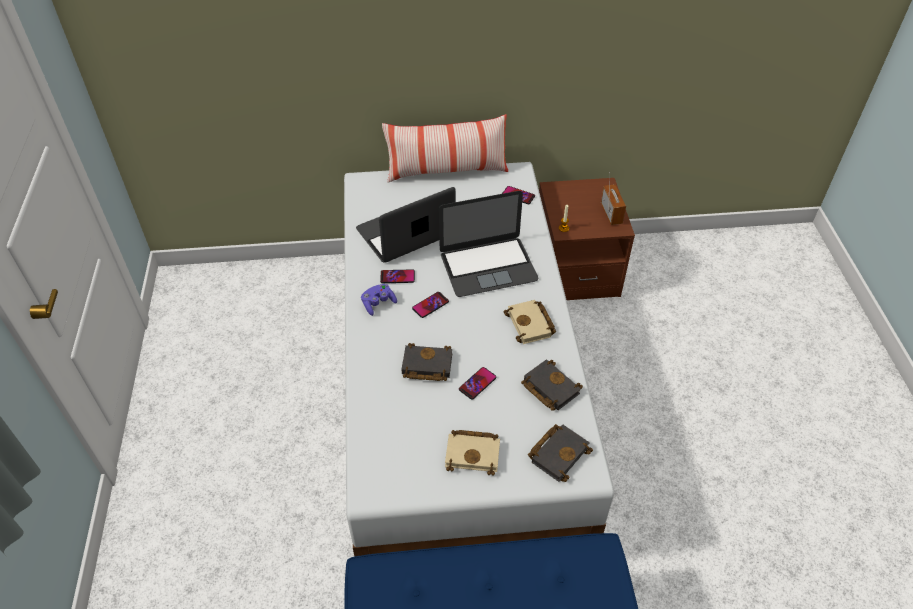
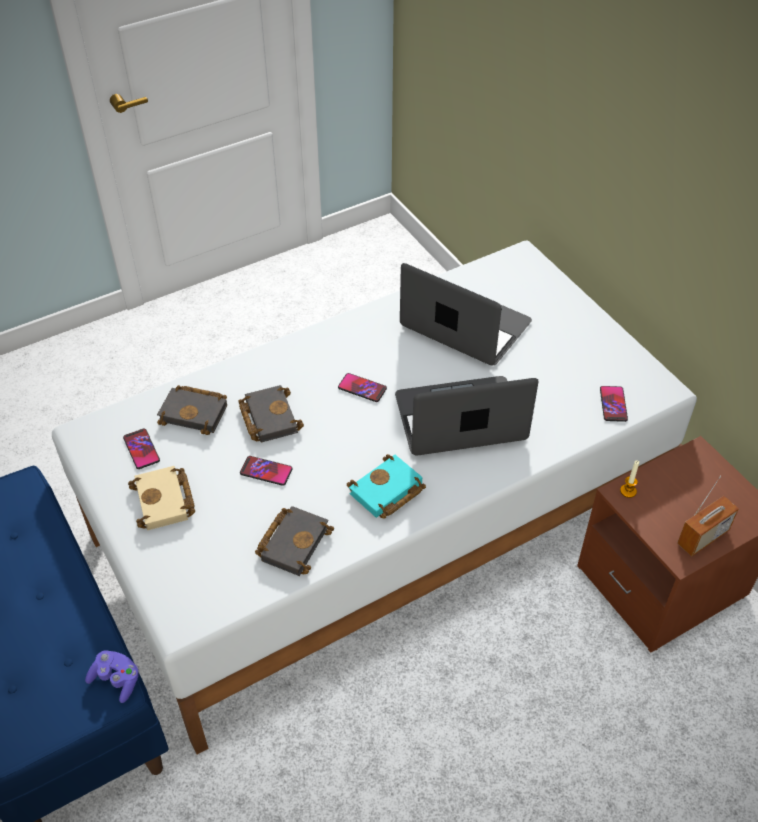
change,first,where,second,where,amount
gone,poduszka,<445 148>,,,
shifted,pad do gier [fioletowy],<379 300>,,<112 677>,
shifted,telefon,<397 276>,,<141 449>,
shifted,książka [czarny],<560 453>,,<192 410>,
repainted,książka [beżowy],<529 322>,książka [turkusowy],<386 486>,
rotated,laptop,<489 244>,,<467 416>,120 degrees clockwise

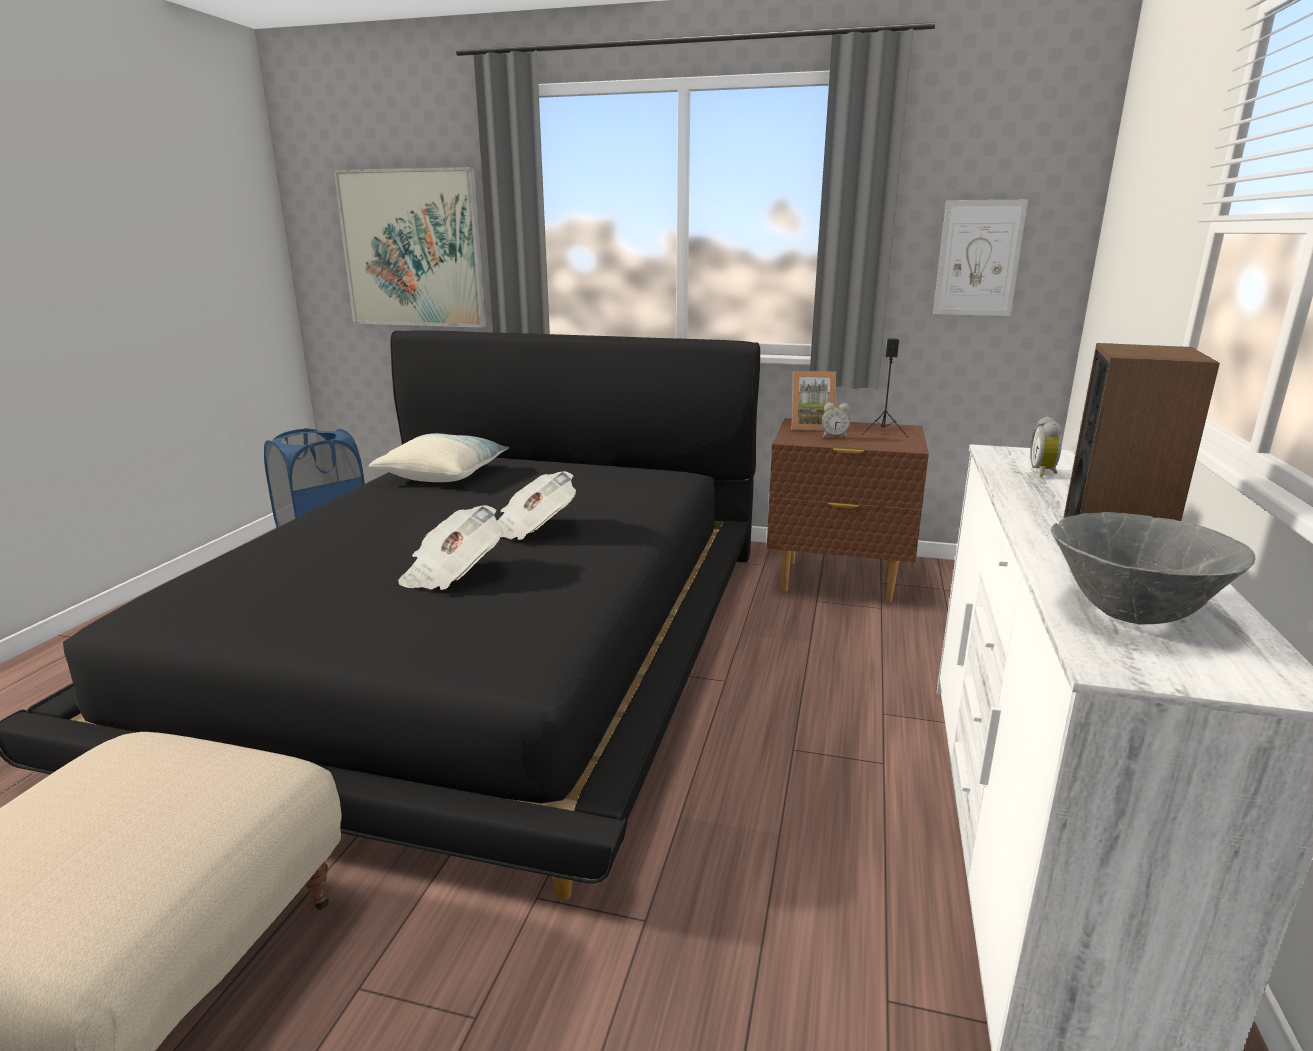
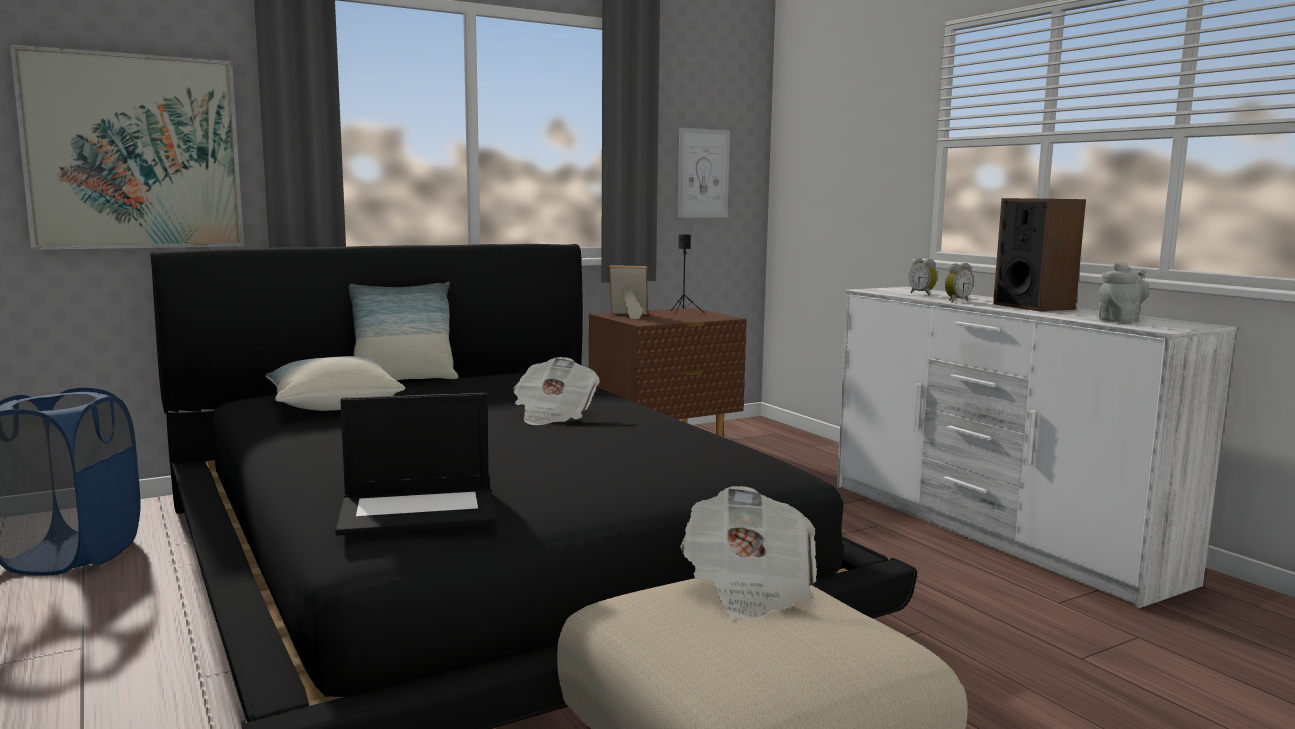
change,first,where,second,where,amount
new,,,laptop,<416 464>,
new,,,poduszka,<403 331>,
shifted,gazeta,<450 547>,,<749 552>,
shifted,budzik,<836 421>,,<959 283>,
swapped,miska [szary],<1153 568>,imbryk [szary],<1123 291>,
rotated,ramka na zdjęcie,<814 401>,,<628 292>,135 degrees counterclockwise

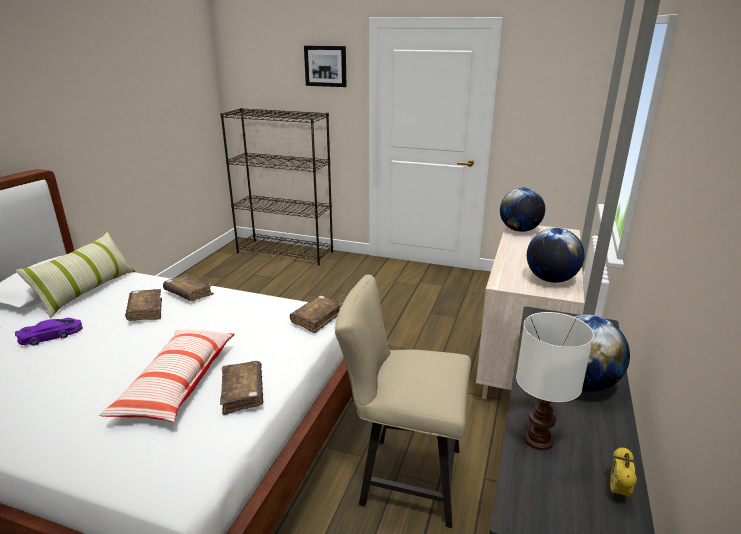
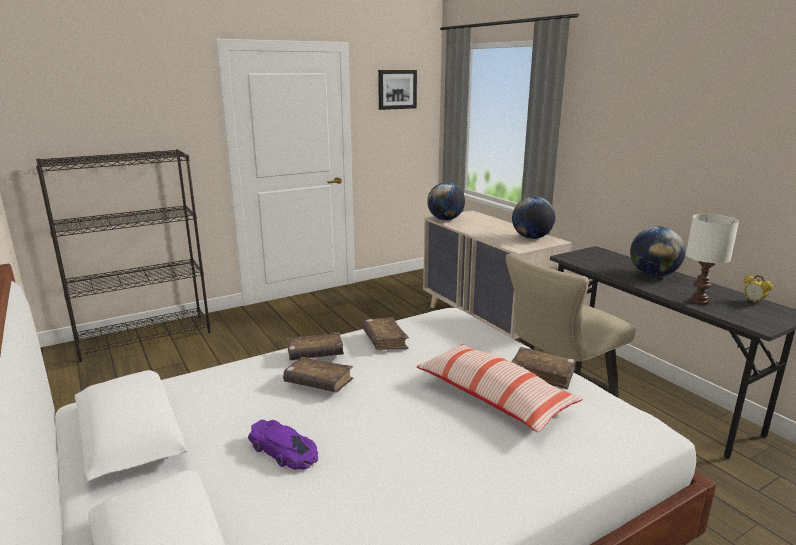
change,first,where,second,where,amount
gone,poduszka,<75 274>,,,
shifted,książka [brązowy],<316 314>,,<385 333>,
shifted,obraz,<325 66>,,<397 90>,
rotated,samochodzik [fioletowy],<49 332>,,<283 445>,120 degrees clockwise

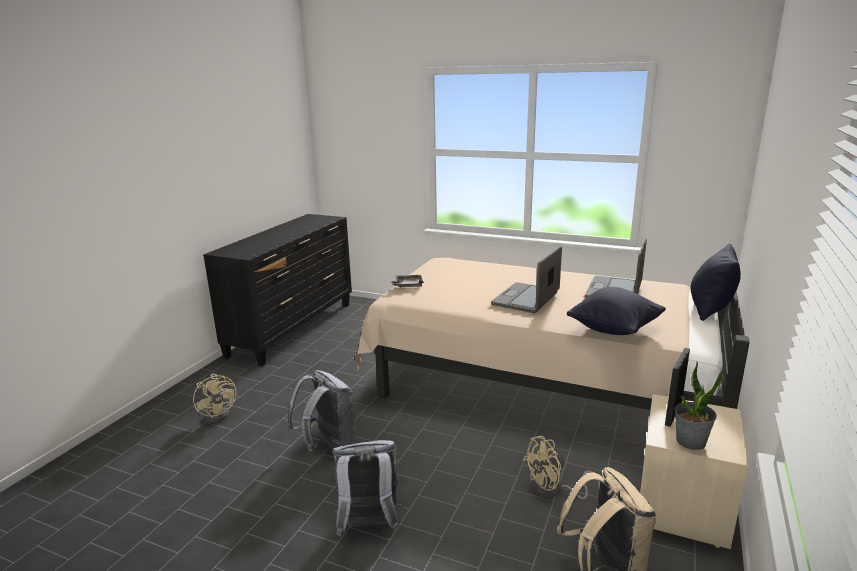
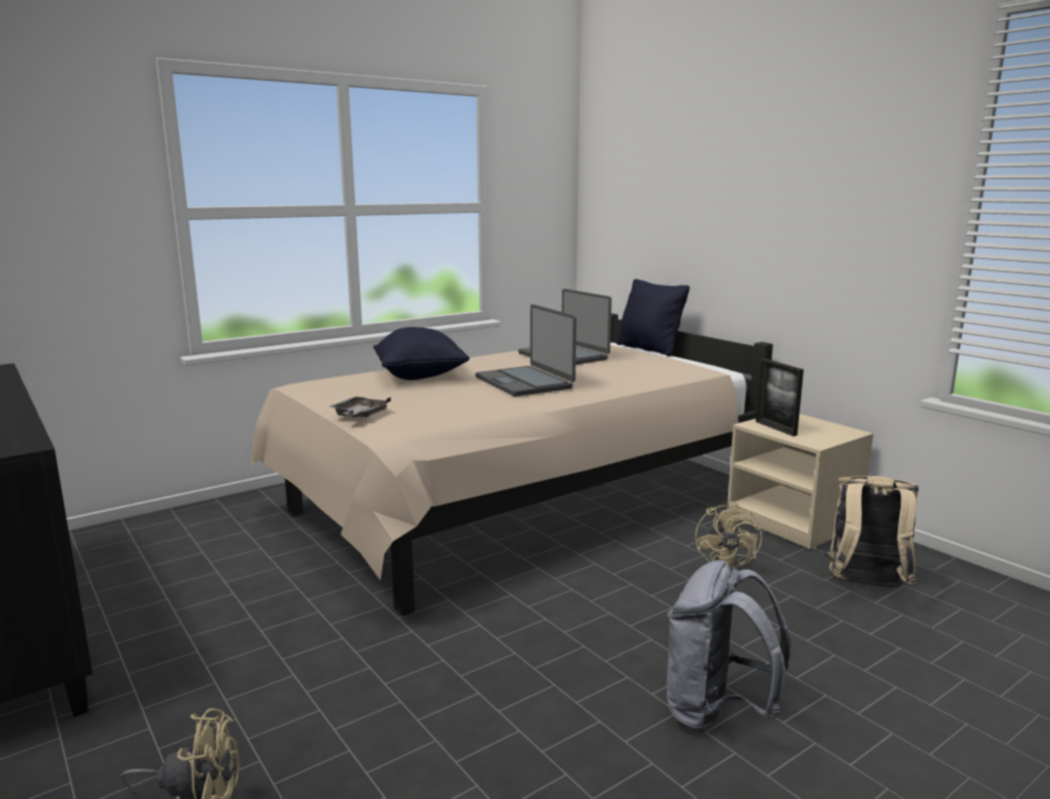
change,first,where,second,where,amount
gone,plecak [szary],<321 410>,,,
gone,roślina doniczkowa,<699 406>,,,
shifted,poduszka [czarny],<616 311>,,<421 353>,

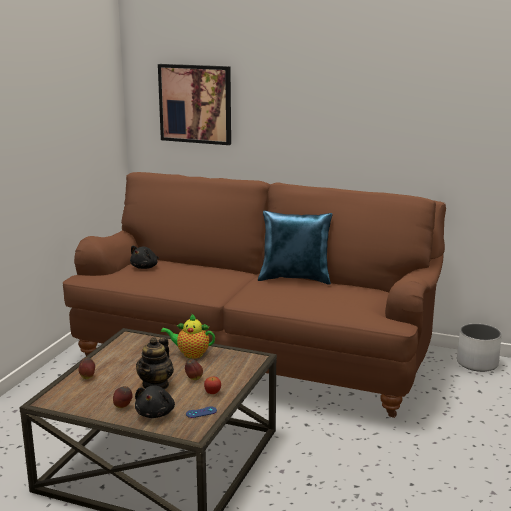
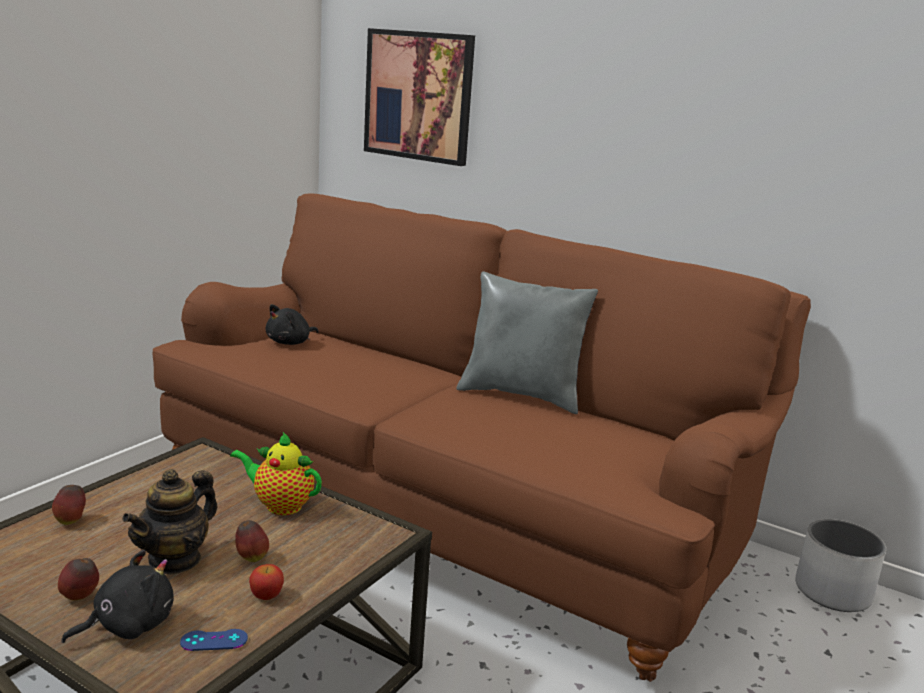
change,first,where,second,where,amount
repainted,poduszka [niebieski],<295 247>,poduszka [szary],<527 343>,
rotated,pluszak [czarny],<155 401>,,<117 596>,150 degrees counterclockwise

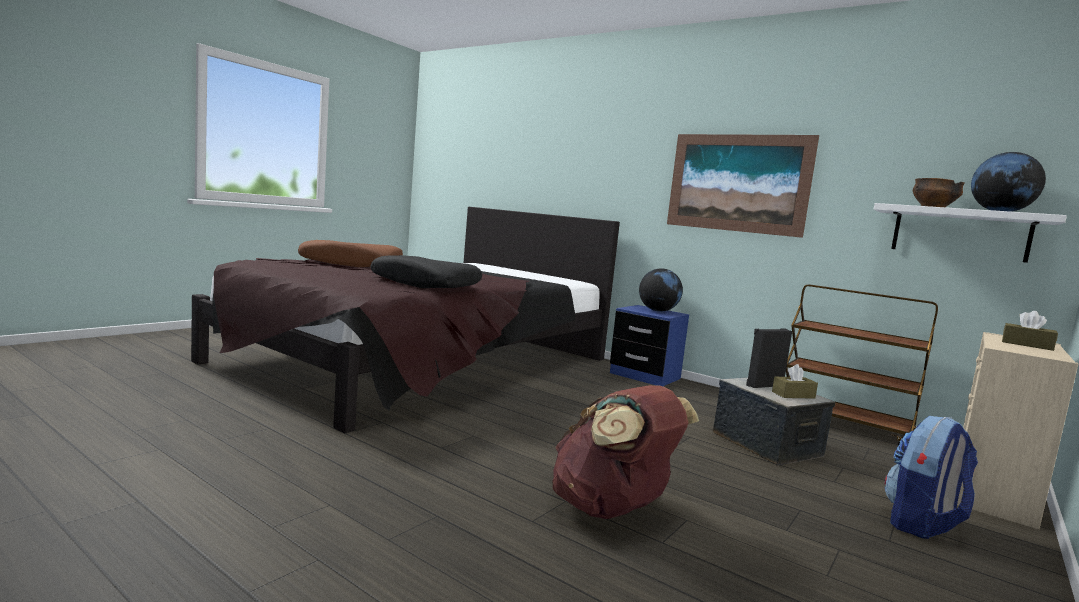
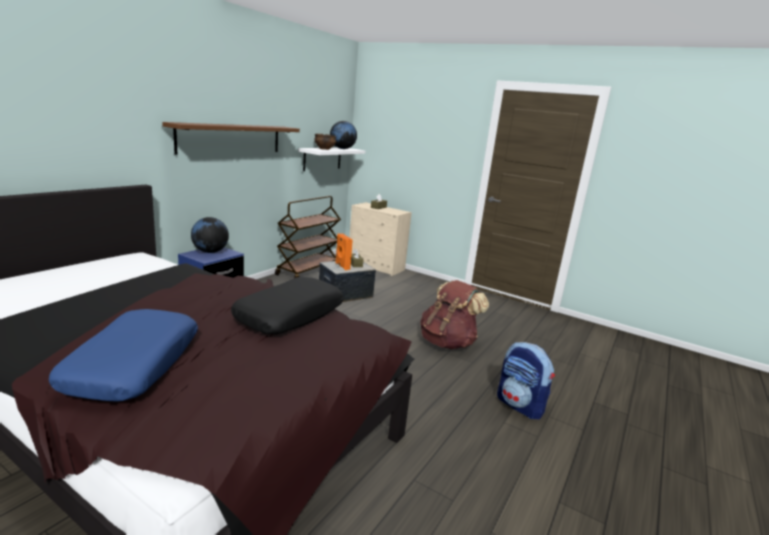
change,first,where,second,where,amount
shifted,plecak,<931 477>,,<526 380>,
swapped,obraz,<743 186>,półka [brązowy],<231 138>,
repainted,poduszka [brązowy],<350 253>,poduszka [niebieski],<123 355>,
repainted,głośnik [czarny],<769 358>,głośnik [pomarańczowy],<344 251>,

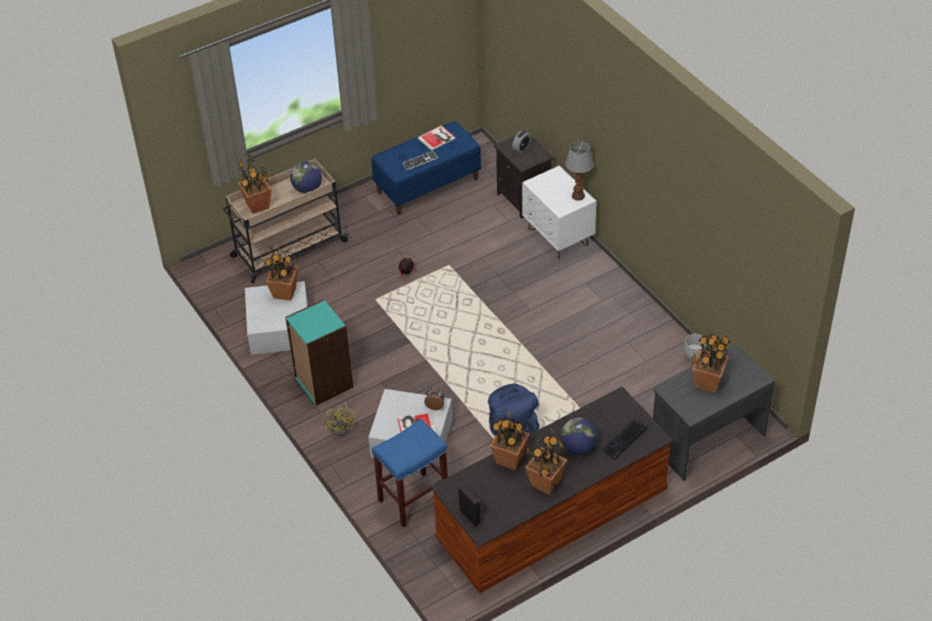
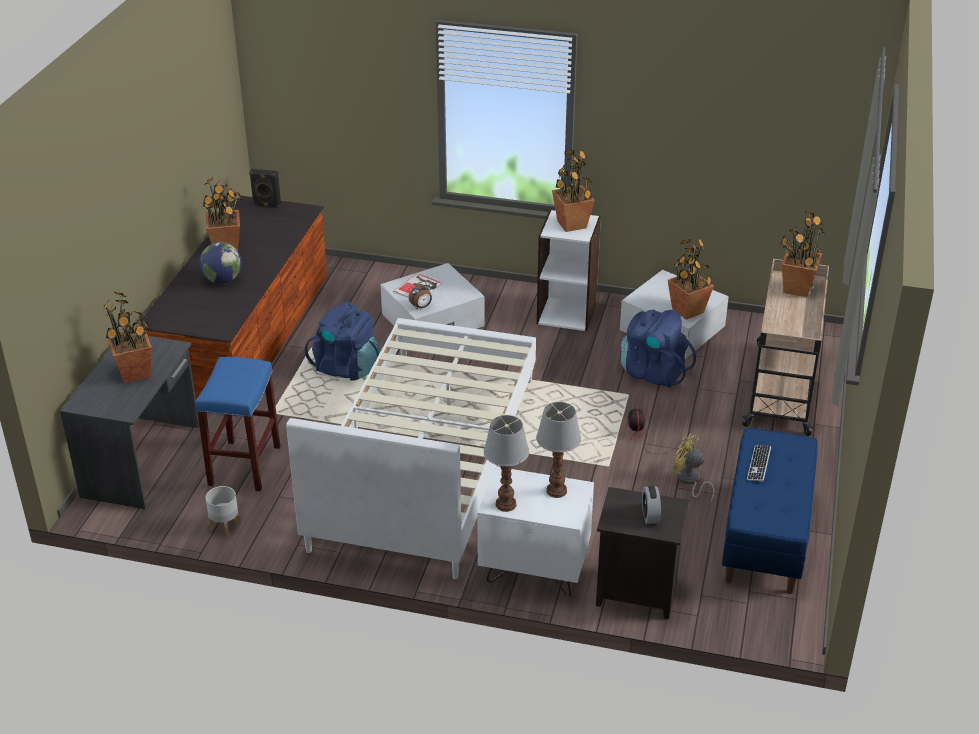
change,first,where,second,where,amount
gone,globus,<306 177>,,,
gone,książka,<436 138>,,,
gone,klawiatura,<624 439>,,,
new,,,łóżko [biały],<411 448>,
new,,,lampa stołowa,<558 450>,
new,,,plecak [niebieski],<658 348>,
shifted,wentylator [żółty],<339 418>,,<694 468>,
shifted,stołek [niebieski],<410 473>,,<237 424>,
shifted,roślina doniczkowa,<510 439>,,<573 191>,
repainted,regał [turkusowy],<319 352>,regał [biały],<569 270>,

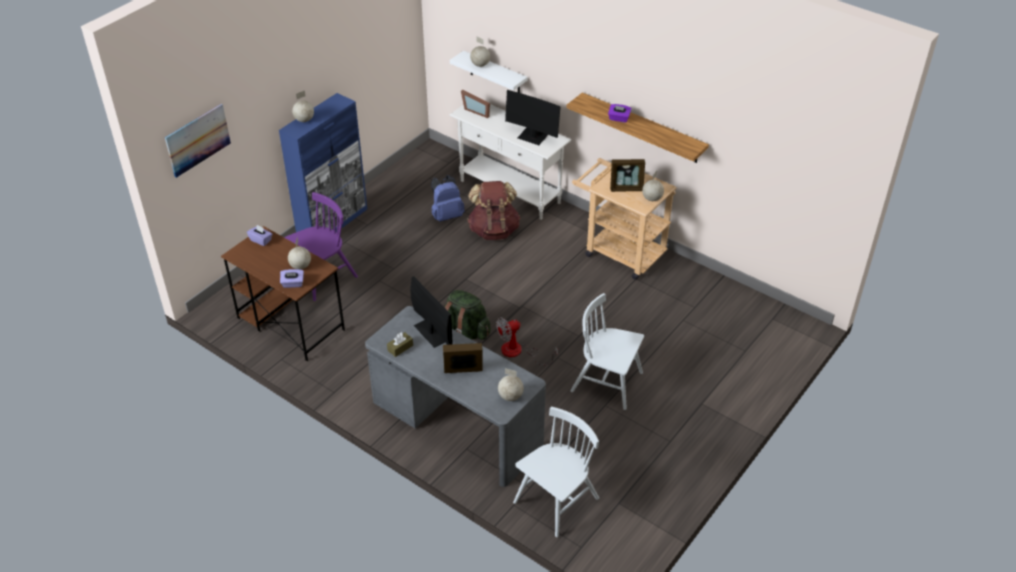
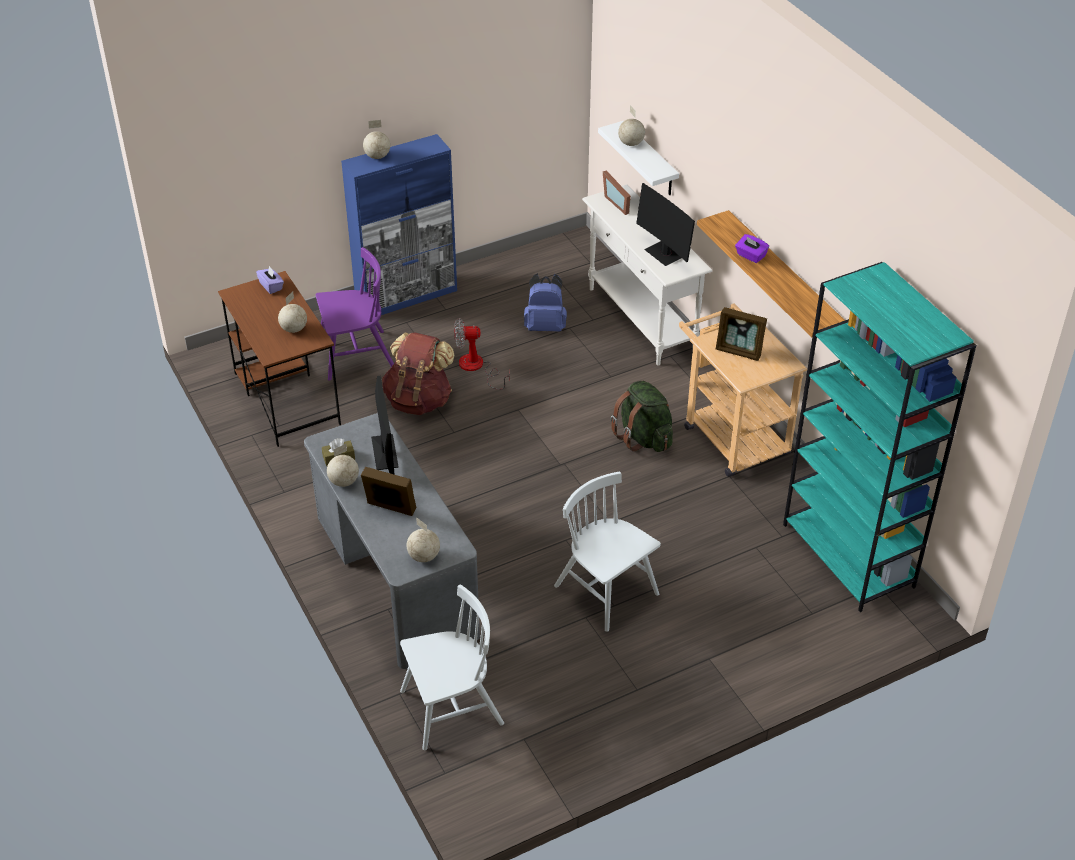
change,first,where,second,where,amount
gone,obraz,<198 141>,,,
gone,pudełko chusteczek [fioletowy],<292 278>,,,
new,,,regał [turkusowy],<879 437>,
shifted,plecak [zielony],<467 315>,,<642 416>,
shifted,plecak [brązowy],<494 210>,,<418 373>,
shifted,wentylator,<527 341>,,<482 354>,
shifted,globus,<653 186>,,<343 465>,

